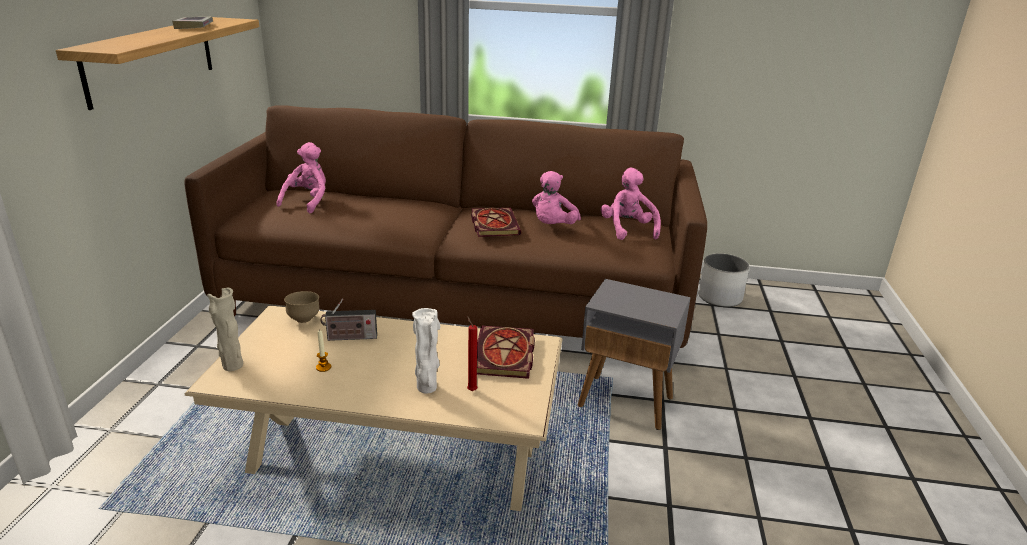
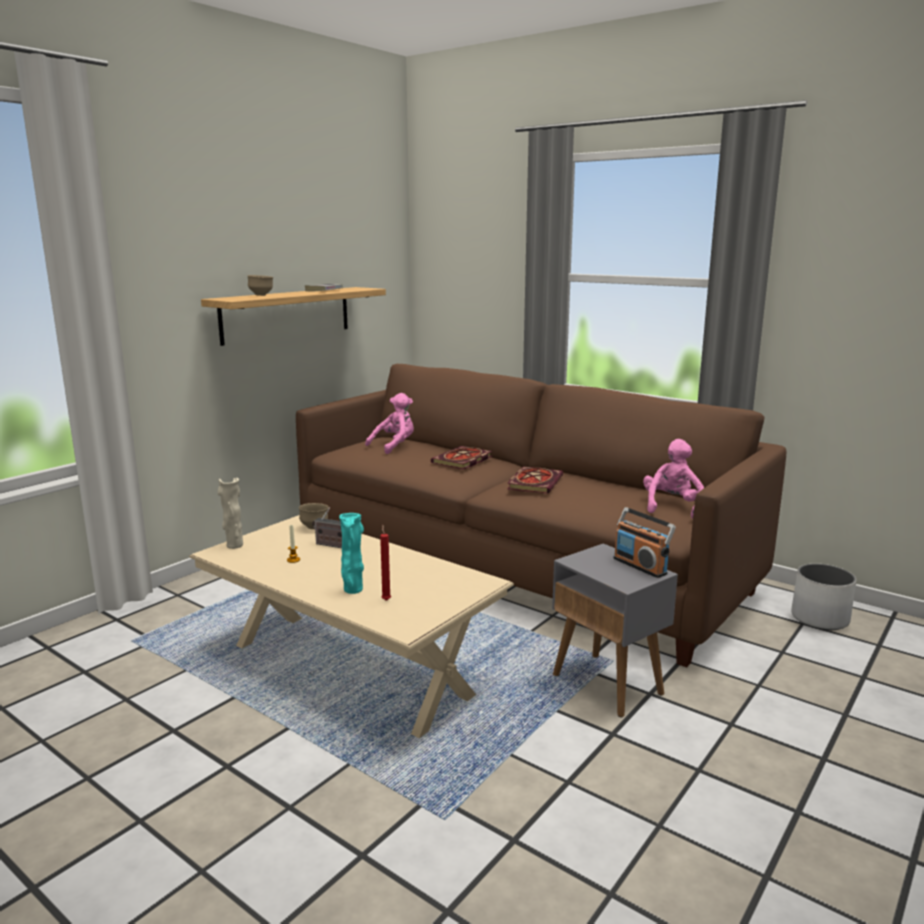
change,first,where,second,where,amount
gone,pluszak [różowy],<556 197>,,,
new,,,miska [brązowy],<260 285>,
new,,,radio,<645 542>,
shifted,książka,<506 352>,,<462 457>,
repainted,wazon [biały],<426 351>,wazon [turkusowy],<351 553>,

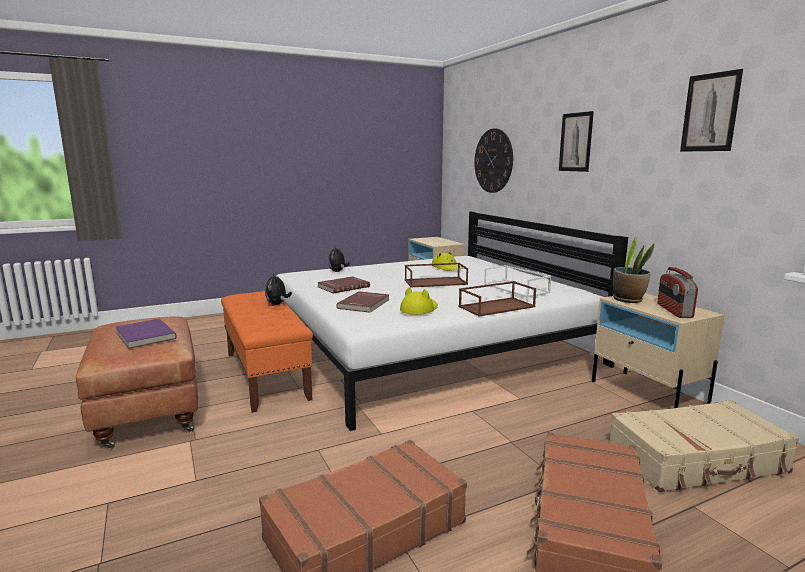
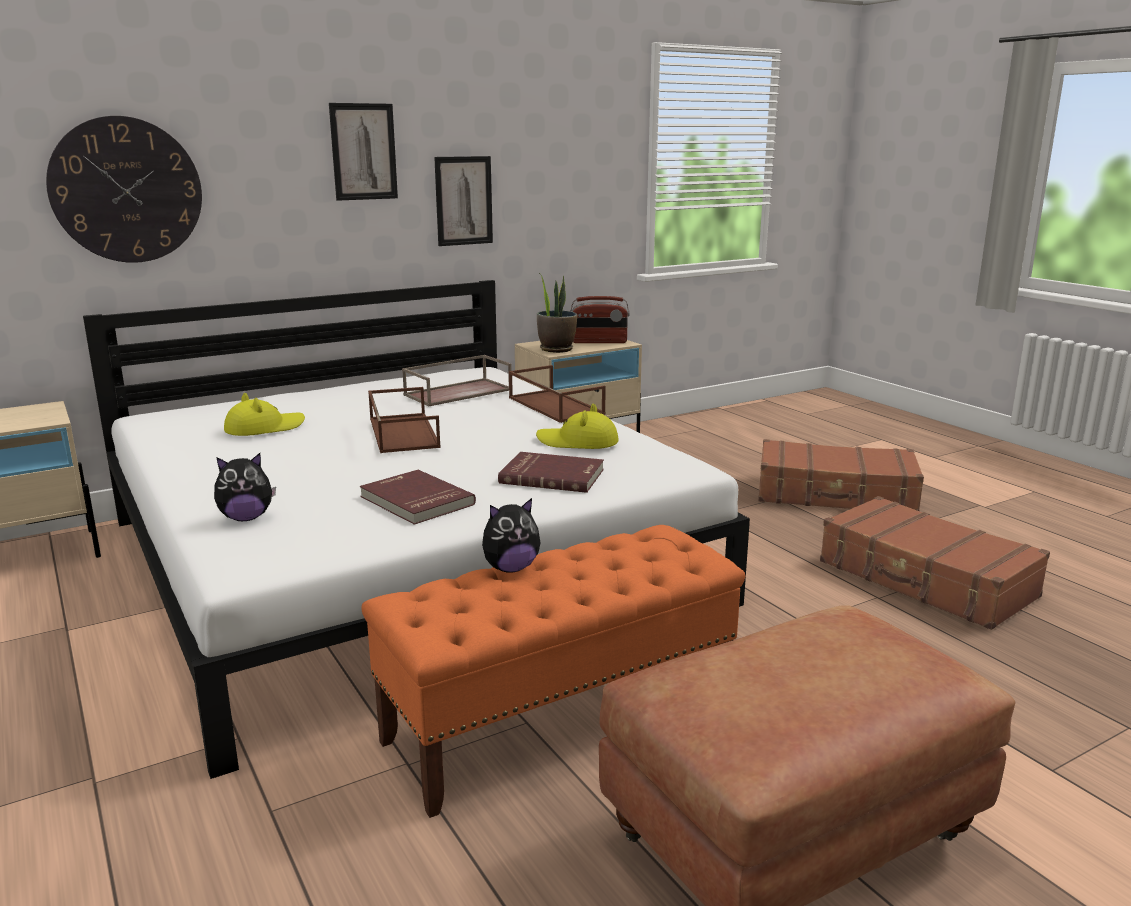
change,first,where,second,where,amount
gone,książka [fioletowy],<146 334>,,,
gone,walizka [beżowy],<703 446>,,,
shifted,obraz,<711 110>,,<463 201>,
repainted,taca [biały],<518 281>,taca [brązowy],<457 380>,

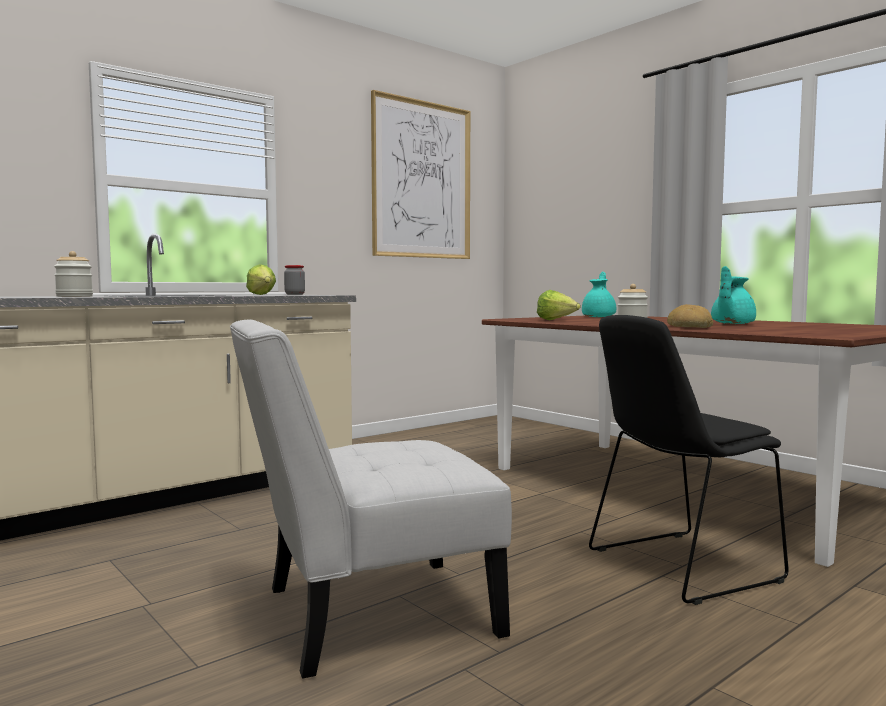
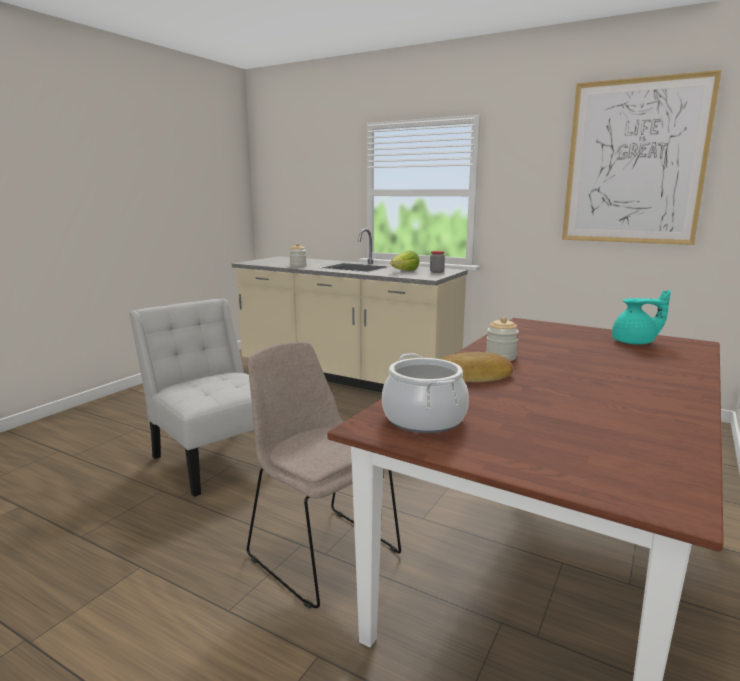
change,first,where,second,where,amount
gone,sałata,<558 305>,,,
gone,imbryk [turkusowy],<733 295>,,,
new,,,garnek,<425 393>,
repainted,krzesło [czarny],<689 460>,krzesło [beżowy],<324 475>,

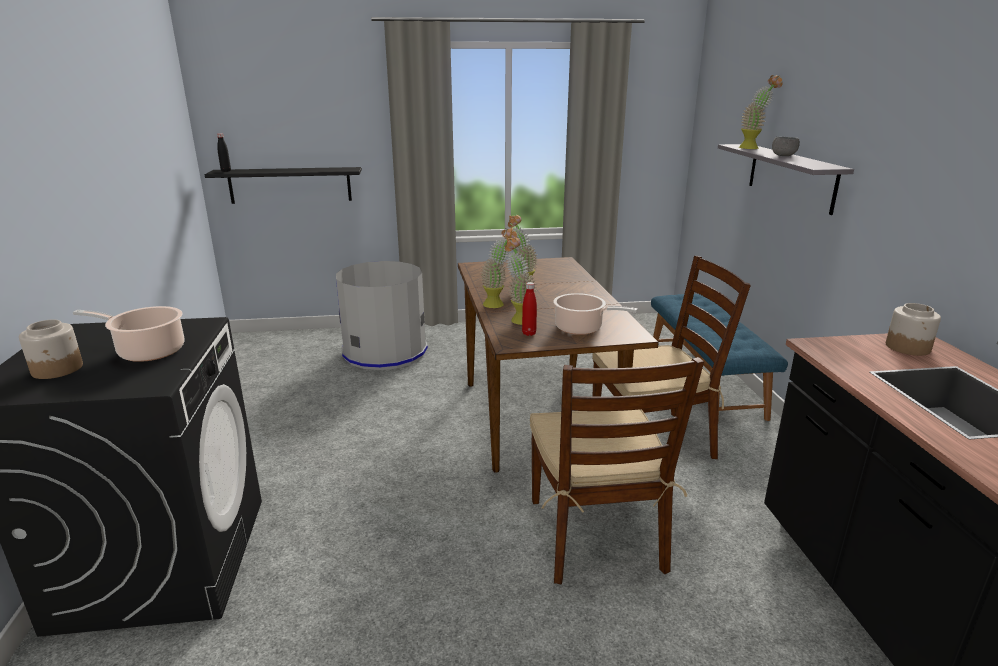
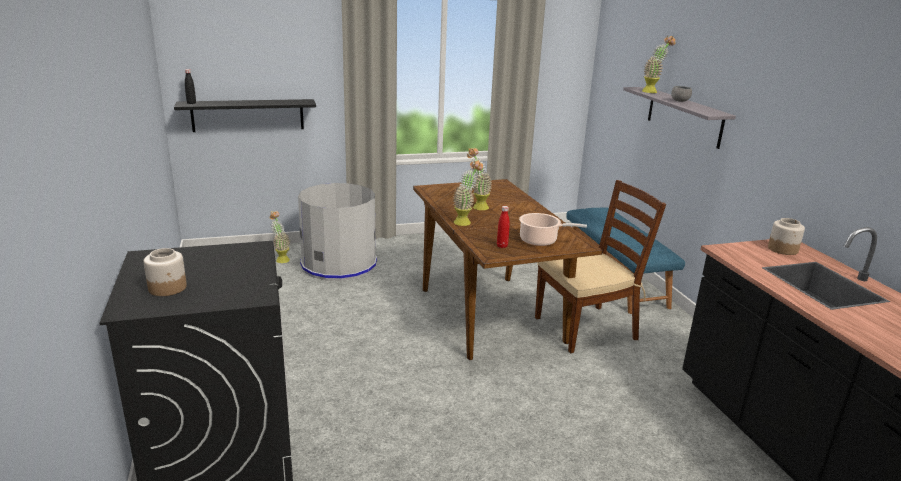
change,first,where,second,where,amount
gone,garnek,<128 334>,,,
gone,krzesło [brązowy],<617 470>,,,
shifted,roślina doniczkowa,<521 281>,,<280 237>,

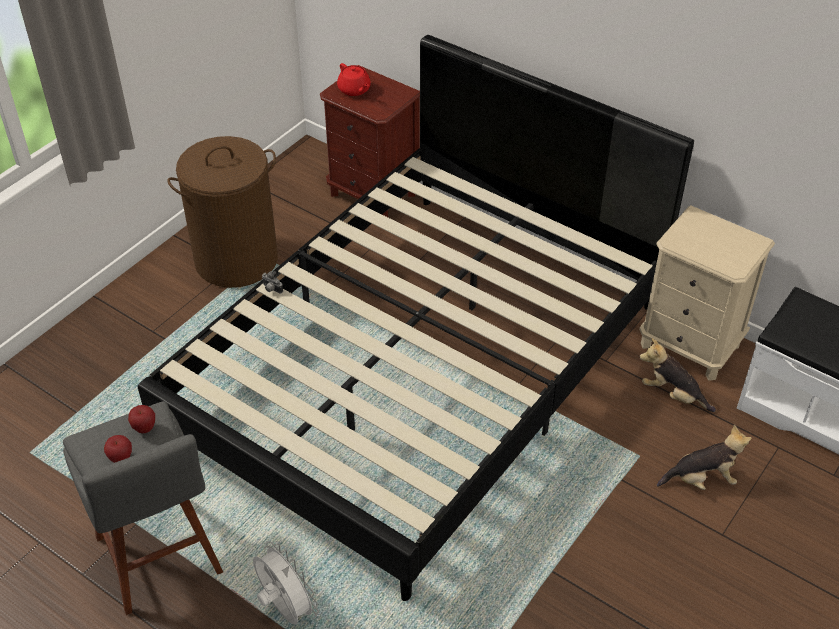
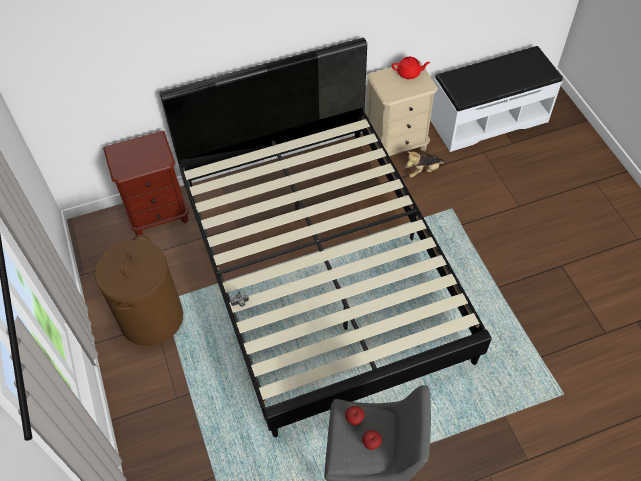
change,first,where,second,where,amount
gone,wentylator [biały],<286 583>,,,
gone,pluszak,<704 457>,,,
shifted,imbryk [czerwony],<354 79>,,<411 68>,

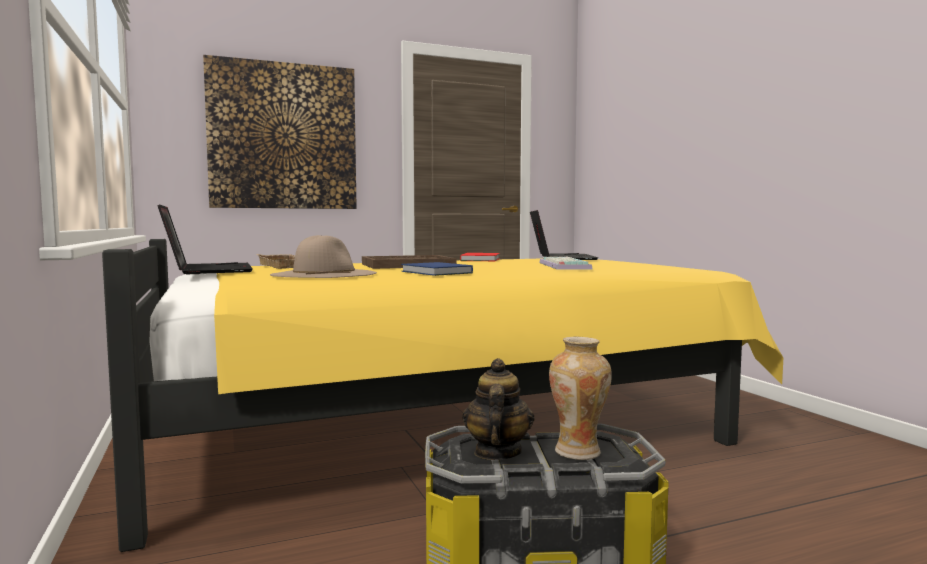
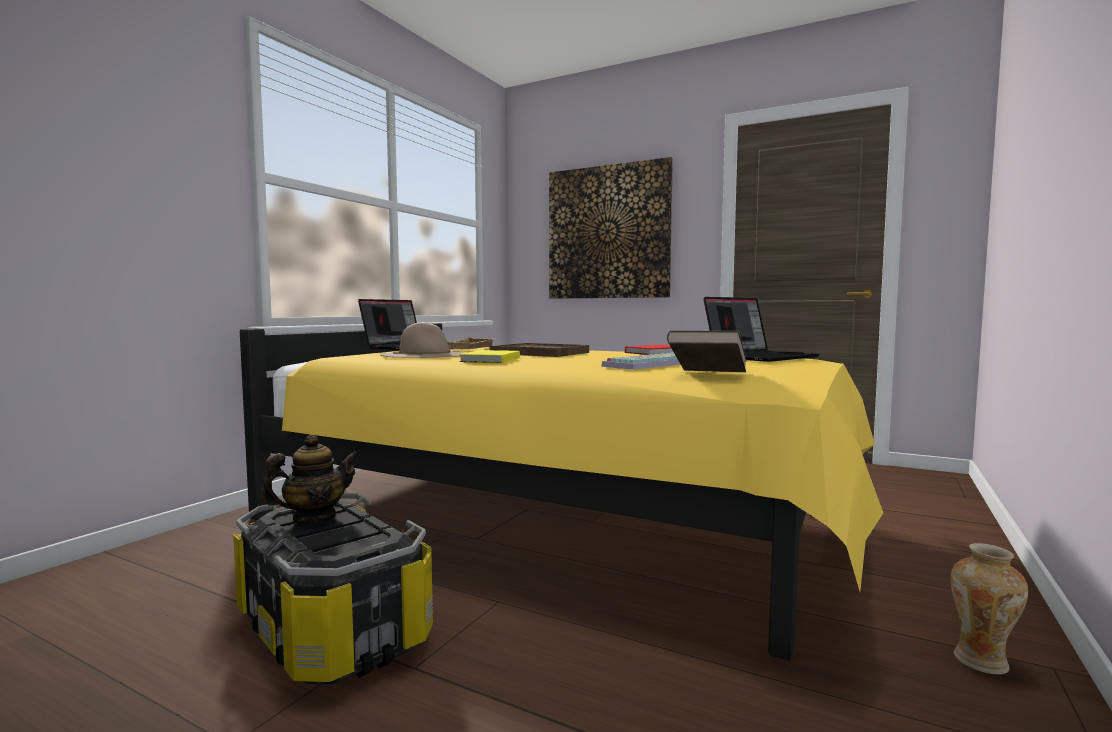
change,first,where,second,where,amount
new,,,książka [brązowy],<707 351>,
shifted,wazon,<580 398>,,<989 608>,
repainted,książka [niebieski],<437 269>,książka [żółty],<489 356>,

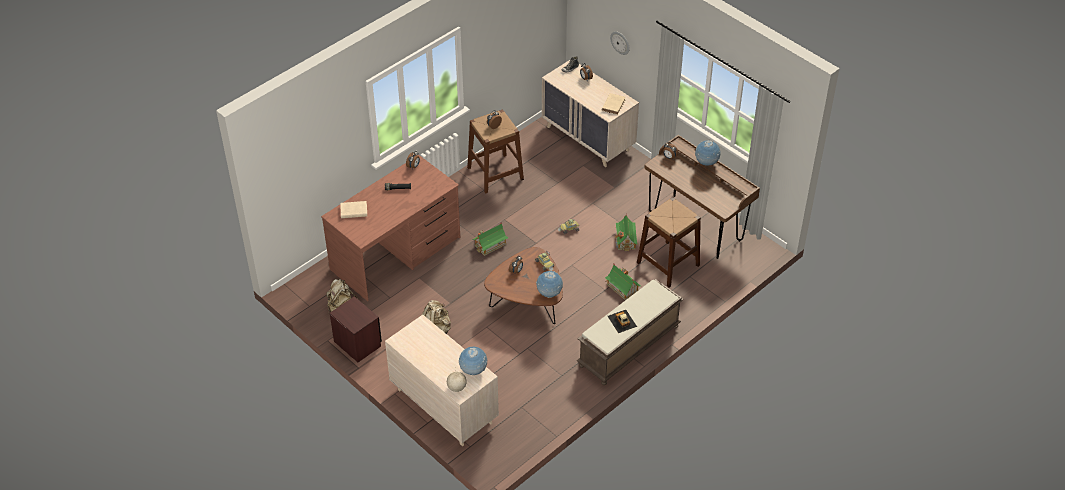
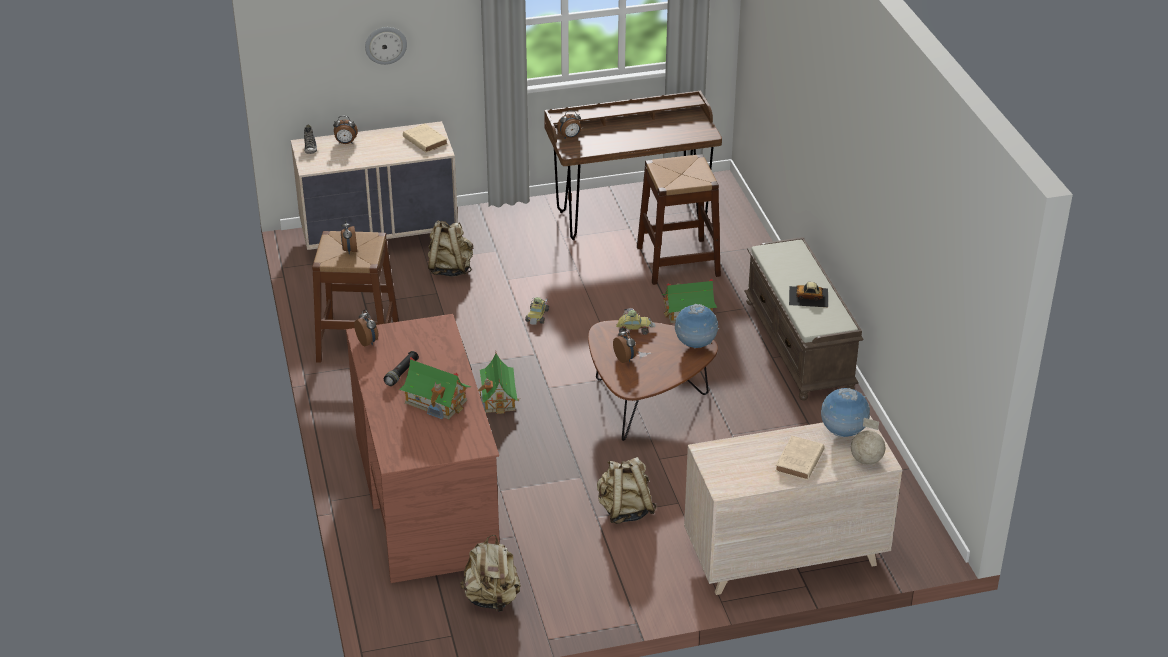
change,first,where,second,where,amount
gone,szafka nocna [brązowy],<356 329>,,,
gone,globus,<708 153>,,,
new,,,plecak [beżowy],<450 249>,
shifted,książka [beżowy],<353 209>,,<799 458>,
shifted,domek,<627 233>,,<435 388>,

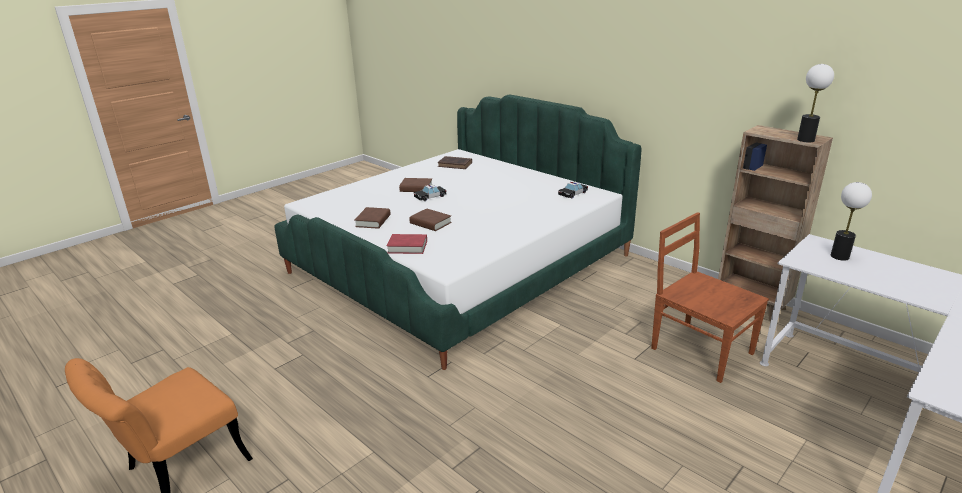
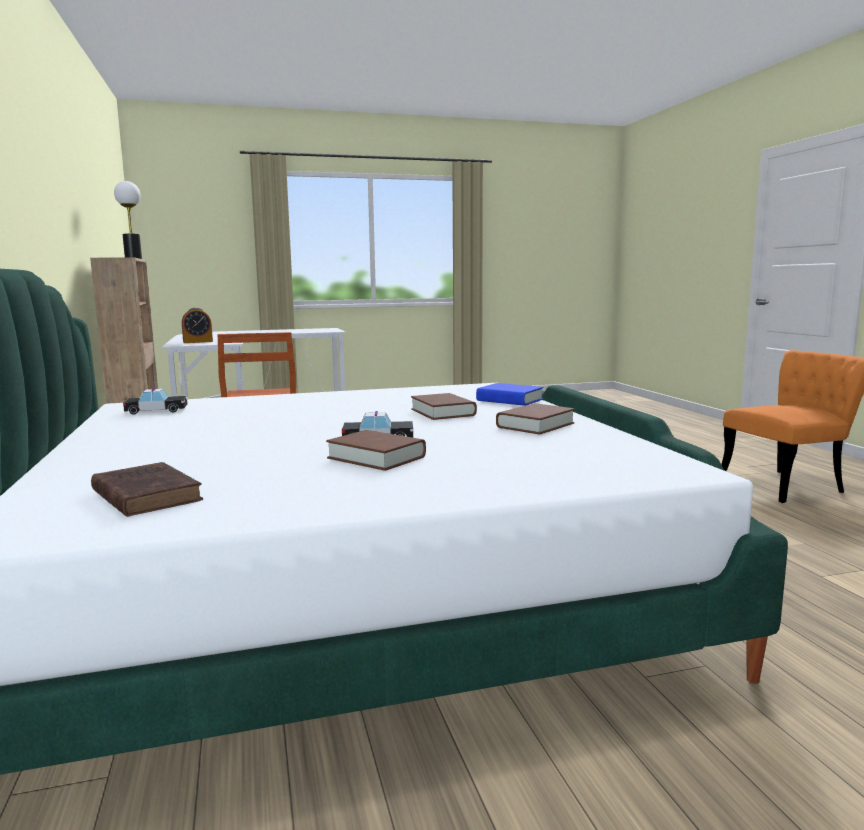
change,first,where,second,where,amount
swapped,lampa stołowa,<851 221>,budzik,<197 325>,
repainted,książka [czerwony],<407 244>,książka [niebieski],<509 394>,

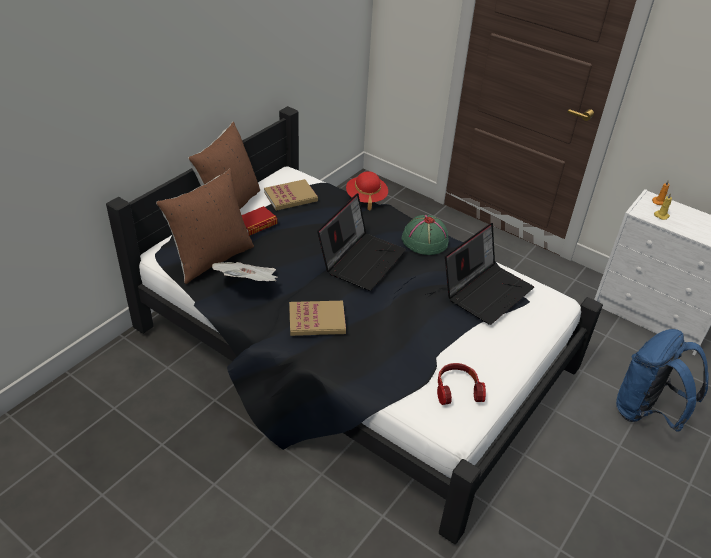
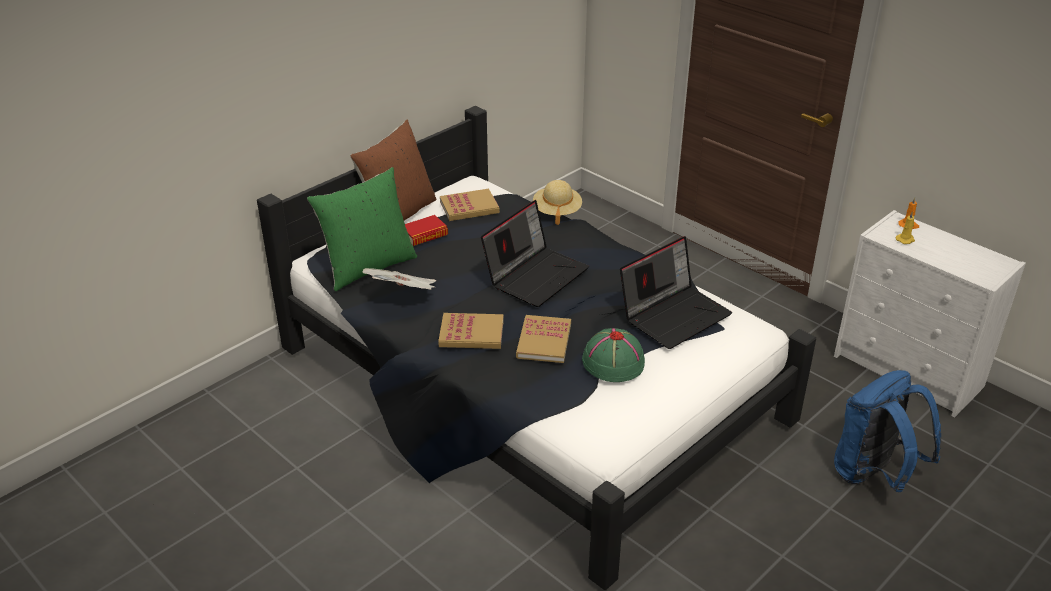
change,first,where,second,where,amount
gone,słuchawki,<461 384>,,,
new,,,książka,<543 339>,
shifted,kapelusz [zielony],<425 235>,,<613 355>,
repainted,poduszka [brązowy],<205 226>,poduszka [zielony],<362 229>,
repainted,kapelusz [czerwony],<367 190>,kapelusz [beżowy],<557 202>,

